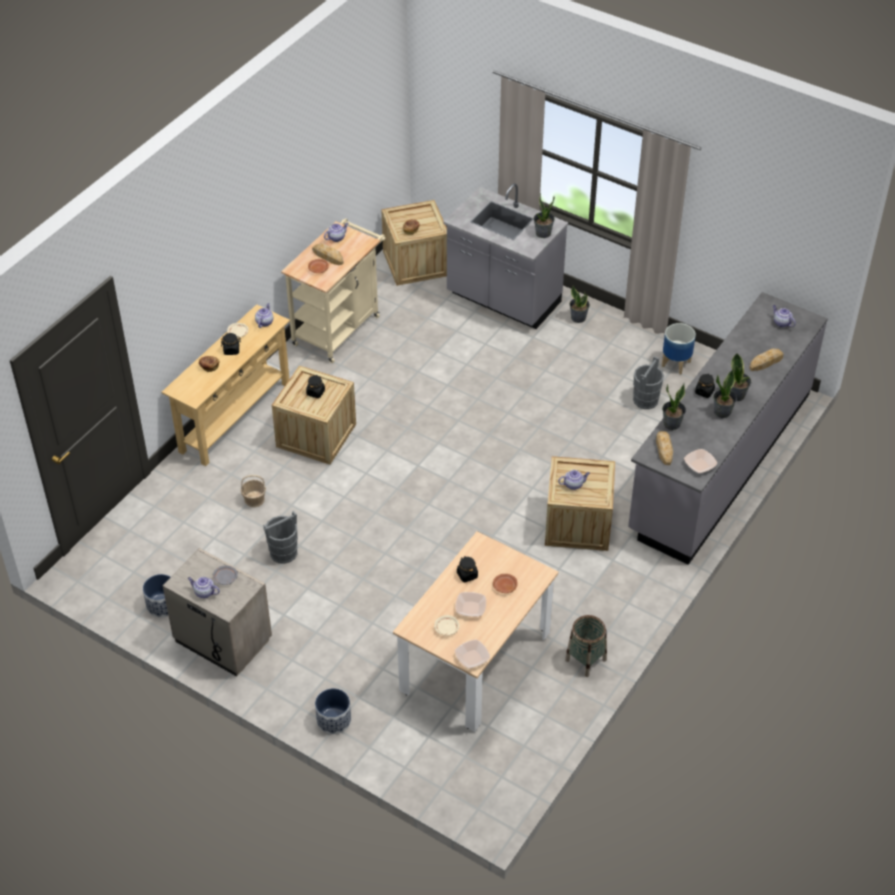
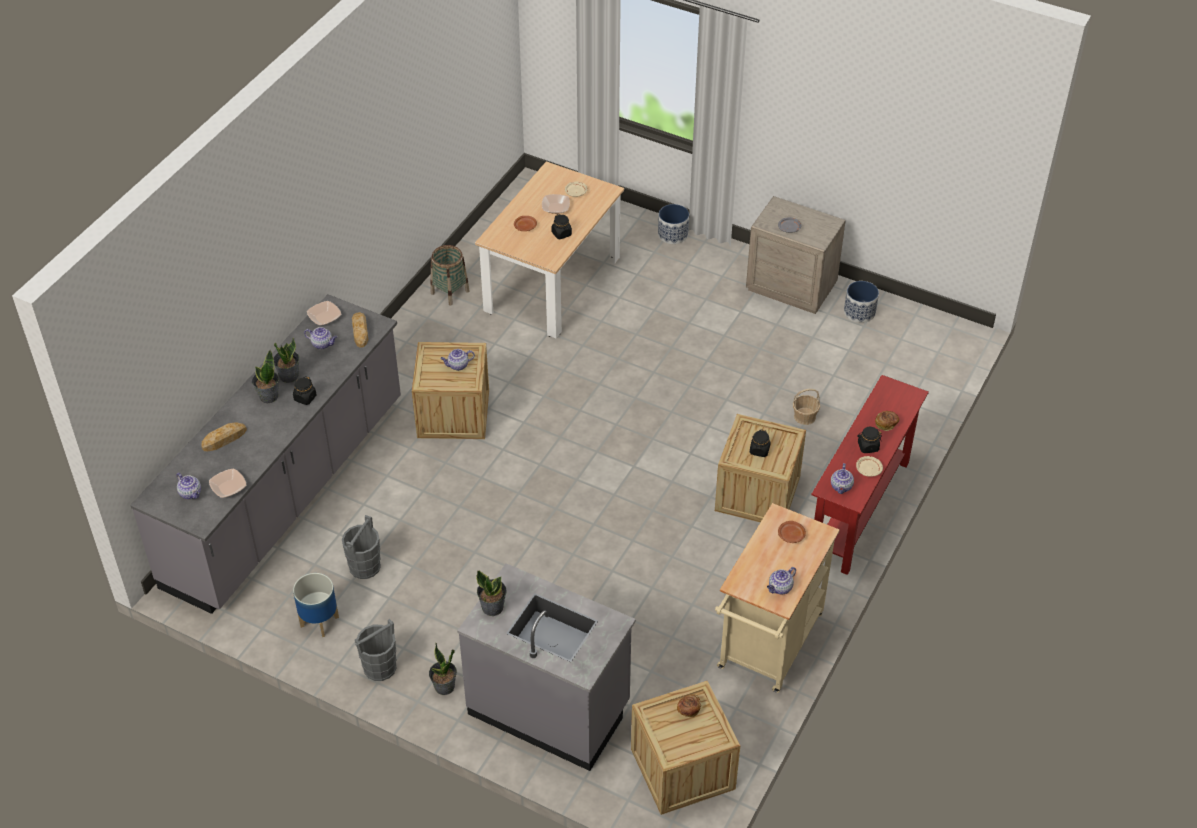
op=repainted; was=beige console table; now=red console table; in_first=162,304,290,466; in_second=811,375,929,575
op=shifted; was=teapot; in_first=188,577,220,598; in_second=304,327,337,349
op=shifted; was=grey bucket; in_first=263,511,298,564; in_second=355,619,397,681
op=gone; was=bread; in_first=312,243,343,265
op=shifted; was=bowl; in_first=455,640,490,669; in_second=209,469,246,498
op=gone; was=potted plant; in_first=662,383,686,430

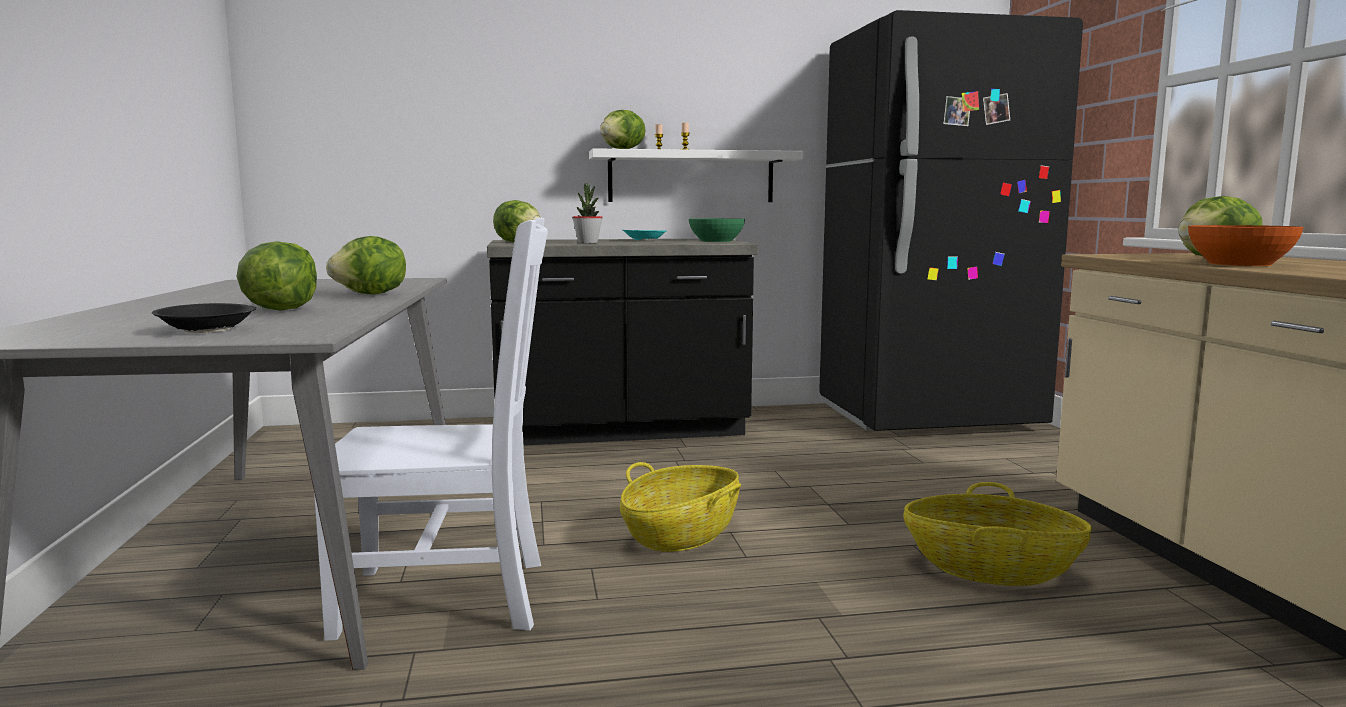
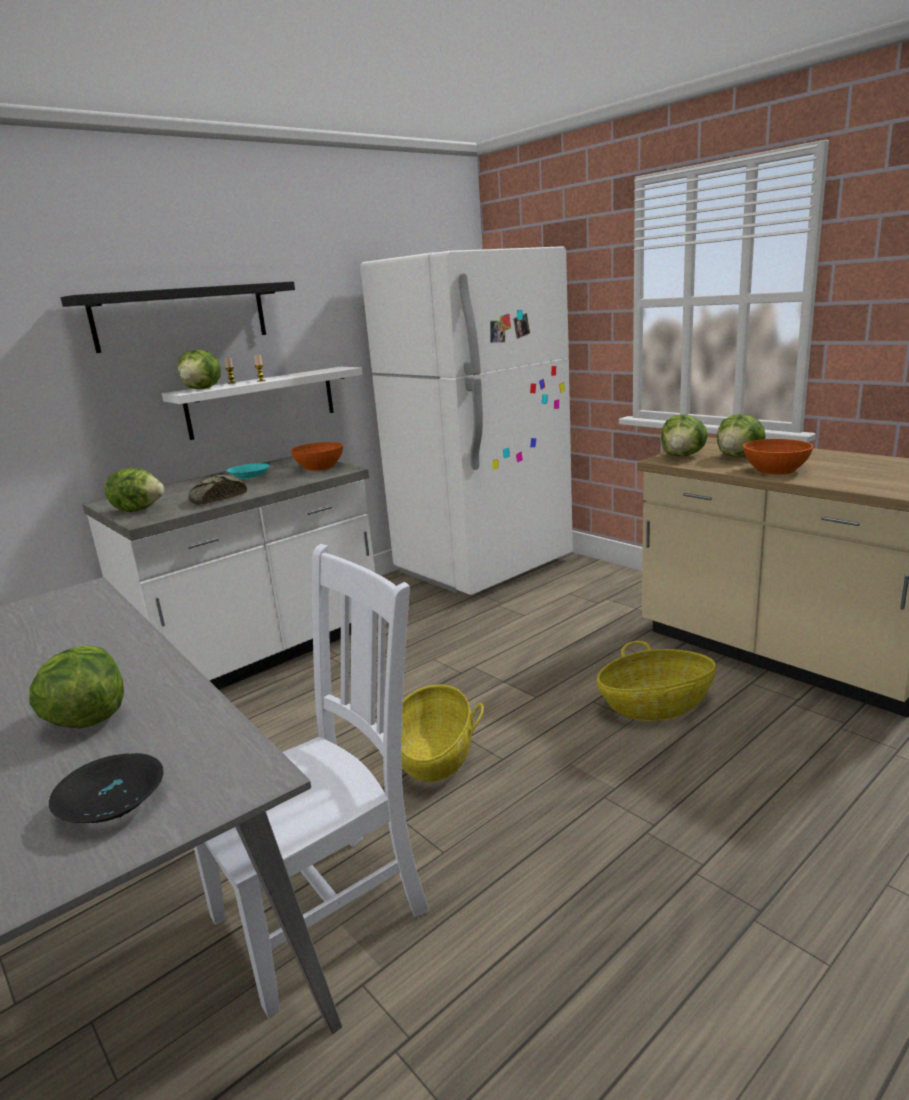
op=shifted; was=lettuce; in_first=326,236,406,295; in_second=661,415,708,457
op=repainted; was=black counter; now=white counter; in_first=487,239,758,446; in_second=82,456,375,690
op=swapped; was=potted plant; now=bread; in_first=572,183,603,244; in_second=188,475,247,505
op=repainted; was=green bowl; now=orange bowl; in_first=689,218,745,242; in_second=291,442,343,471
op=repainted; was=black fridge; now=white fridge; in_first=819,10,1083,431; in_second=360,246,573,595
op=new; now=black shelf; in_second=61,281,295,353

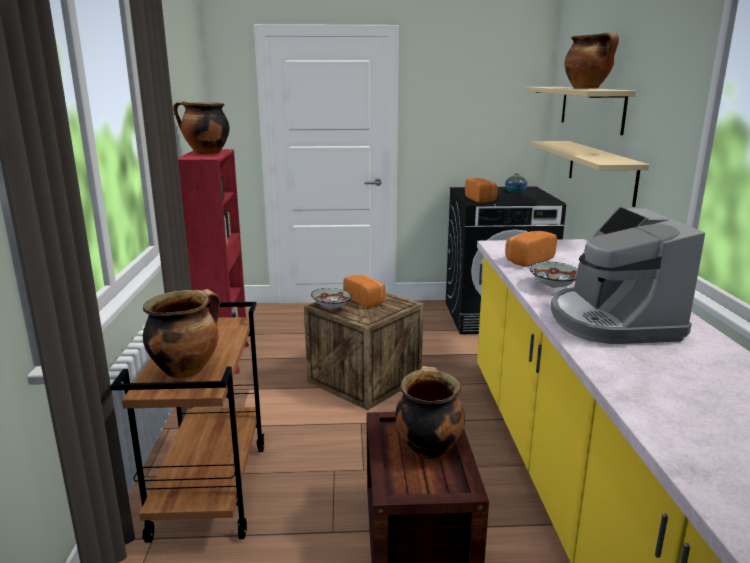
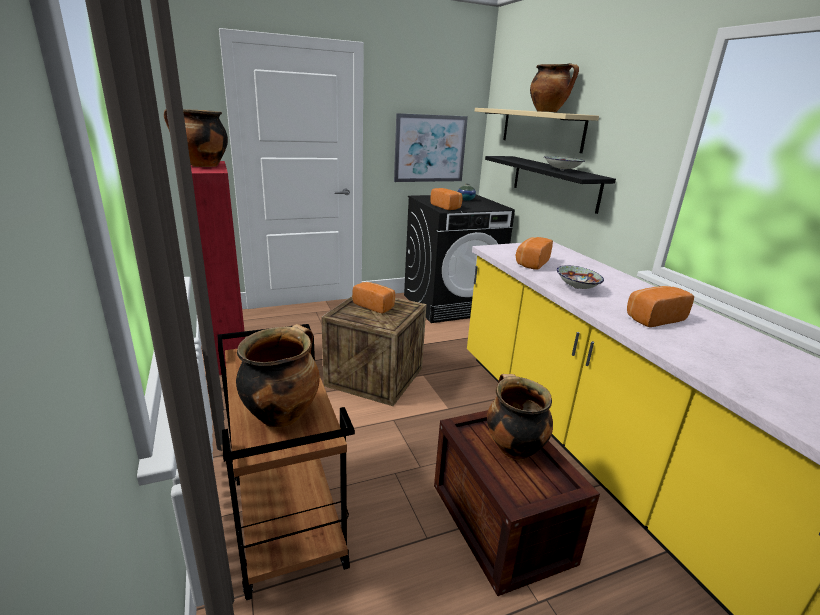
op=shifted; was=bowl; in_first=311,288,352,308; in_second=544,156,585,171
op=repainted; was=beige shelf; now=black shelf; in_first=531,141,649,207; in_second=485,156,616,214
op=swapped; was=coffee machine; now=bread; in_first=551,207,705,344; in_second=627,286,694,327
op=new; now=picture; in_second=394,113,468,182

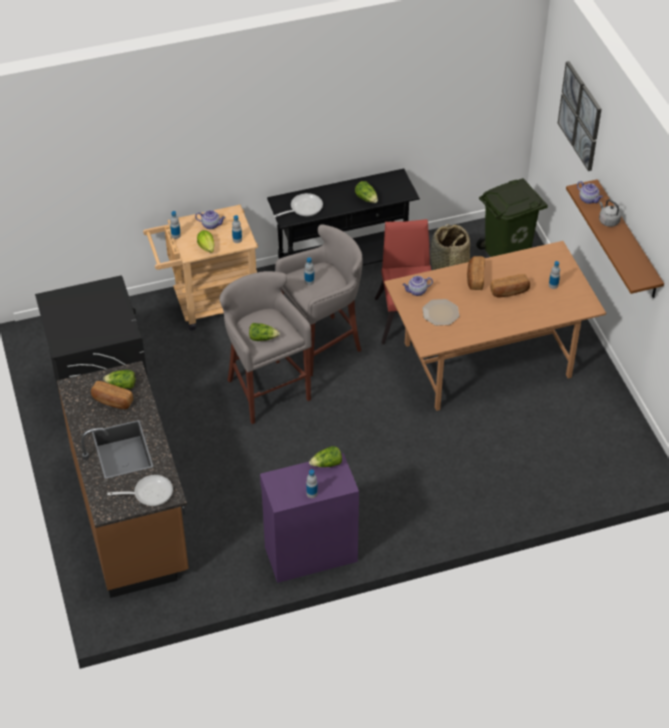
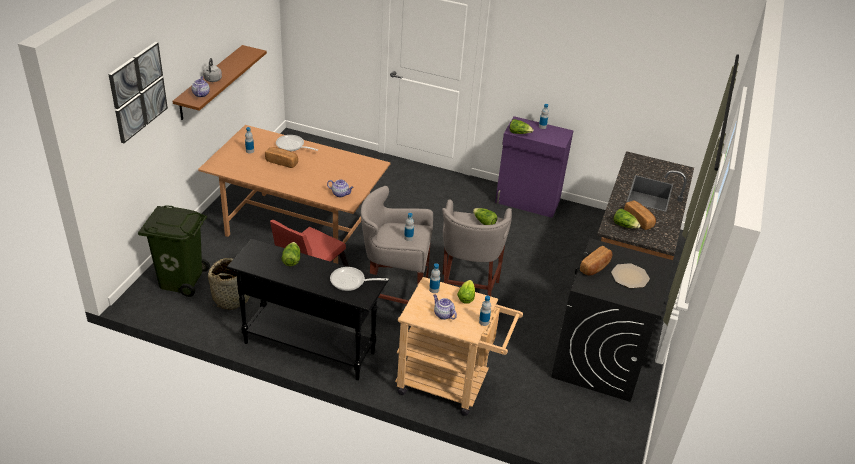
op=shifted; was=frying pan; in_first=107,475,173,506; in_second=276,135,318,151
op=shifted; was=plate; in_first=422,299,459,326; in_second=611,263,650,288
op=shifted; was=bread; in_first=467,256,485,290; in_second=580,246,612,276

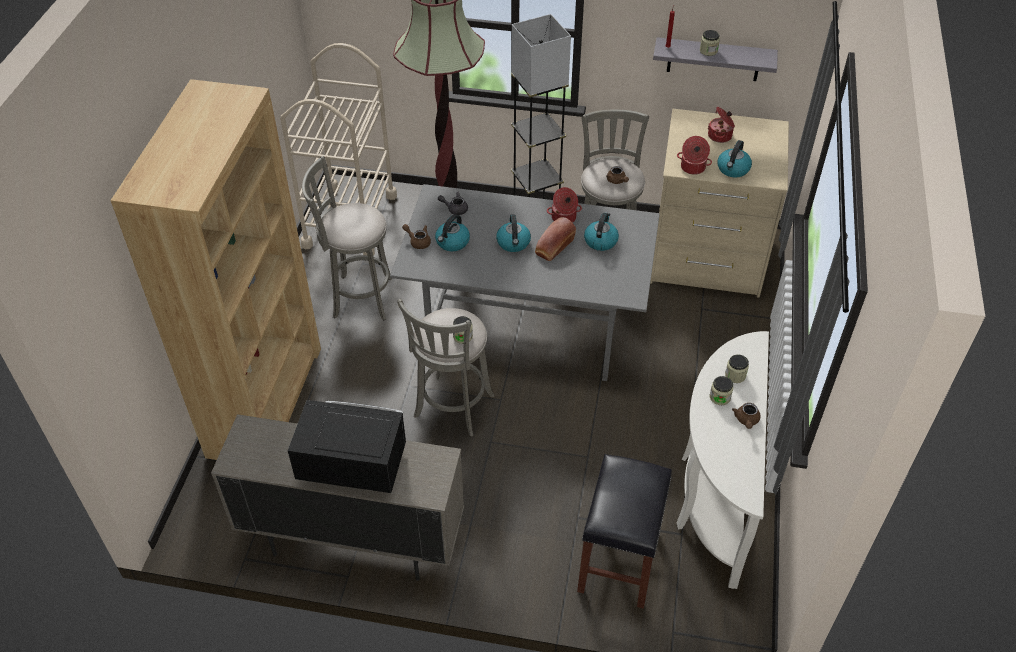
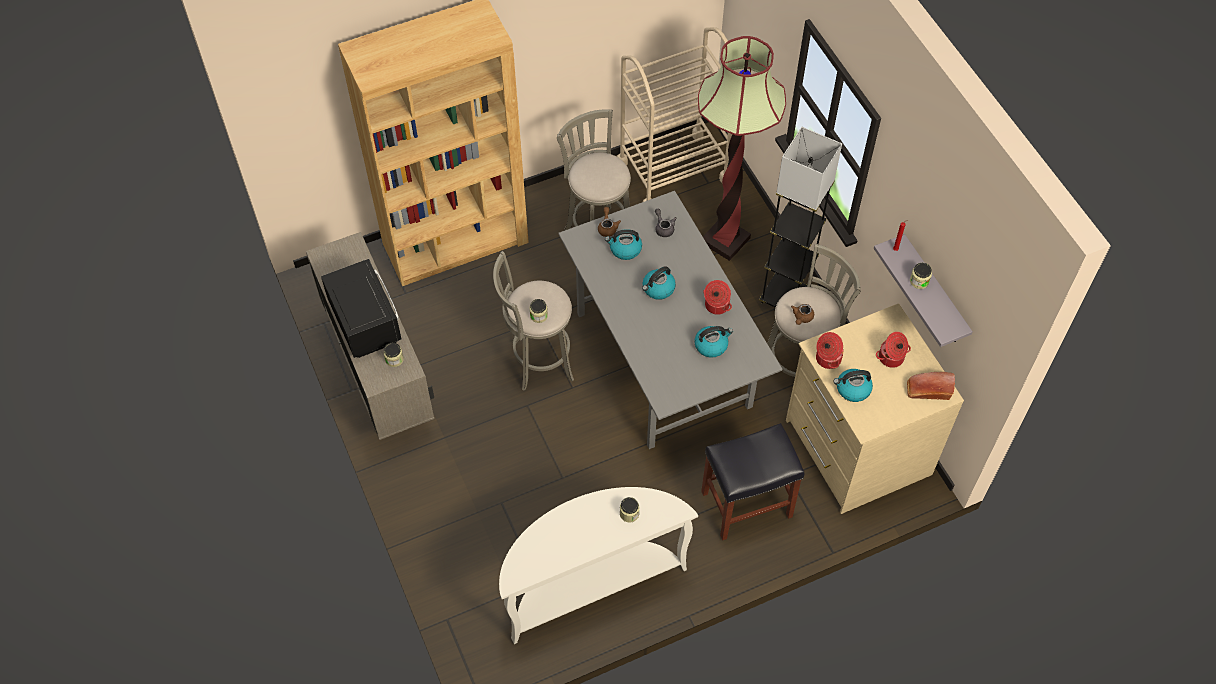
op=shifted; was=bread; in_first=535,217,576,261; in_second=907,372,955,400
op=shifted; was=black stool; in_first=577,454,672,609; in_second=701,423,805,540
op=shifted; was=jar; in_first=710,376,733,405; in_second=384,343,404,367
op=gone; was=brown teapot; in_first=732,403,761,429

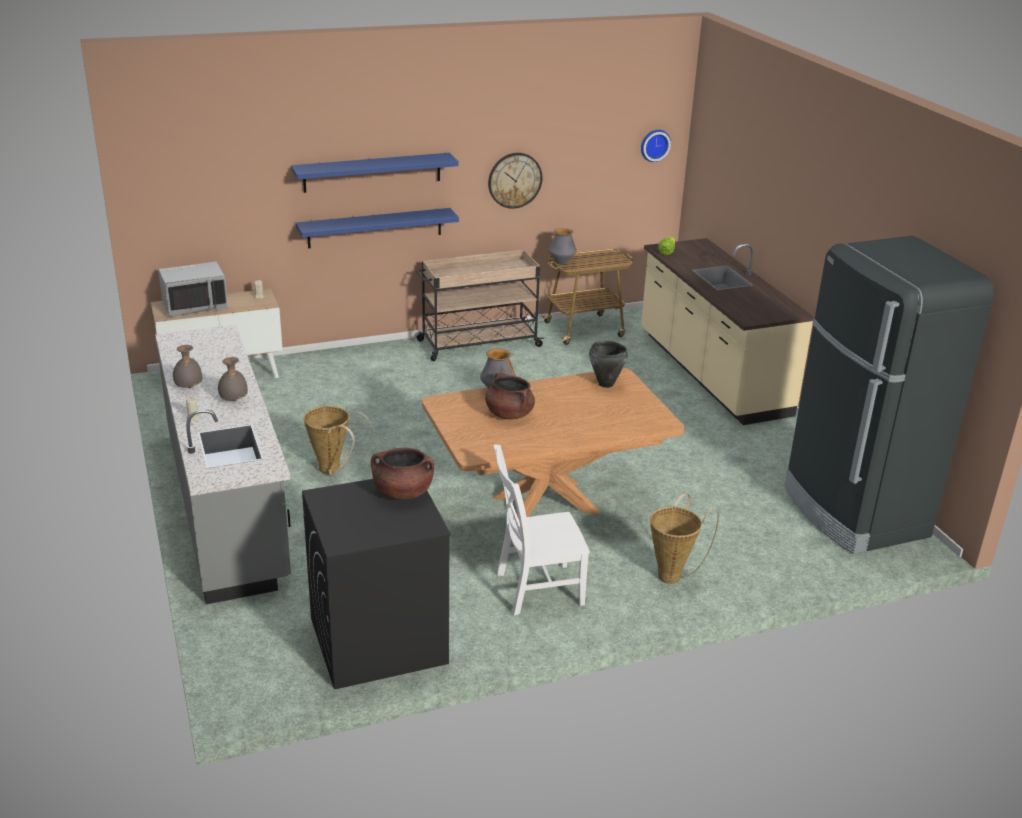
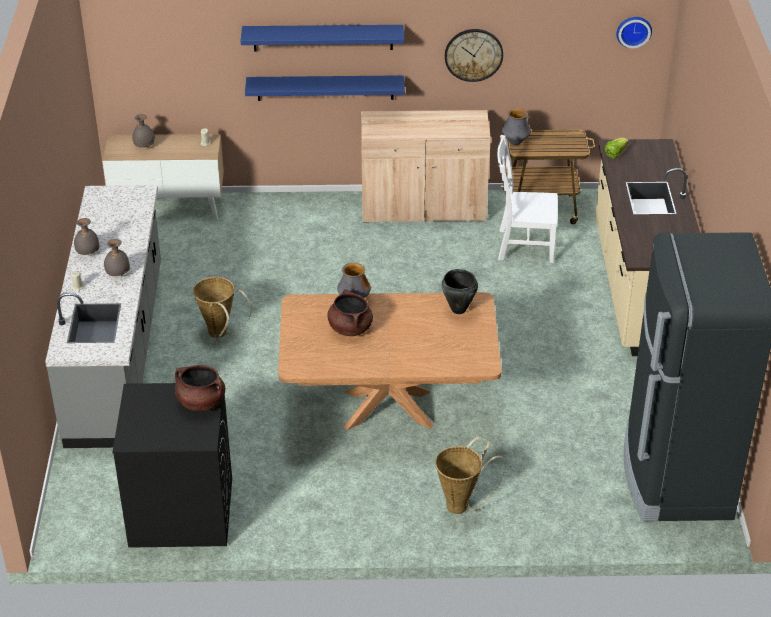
op=swapped; was=grey microwave; now=grey vase; in_first=158,262,228,317; in_second=132,114,155,148
op=swapped; was=beige cart; now=beige cabinet; in_first=416,250,544,361; in_second=361,110,491,223
op=shifted; was=white chair; in_first=494,445,590,616; in_second=497,135,558,263

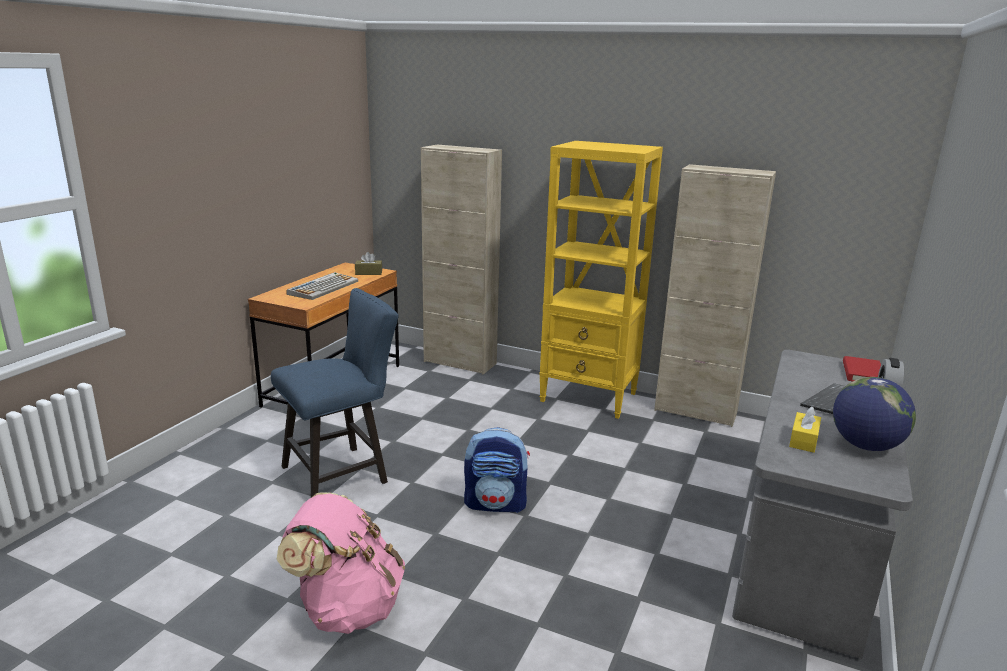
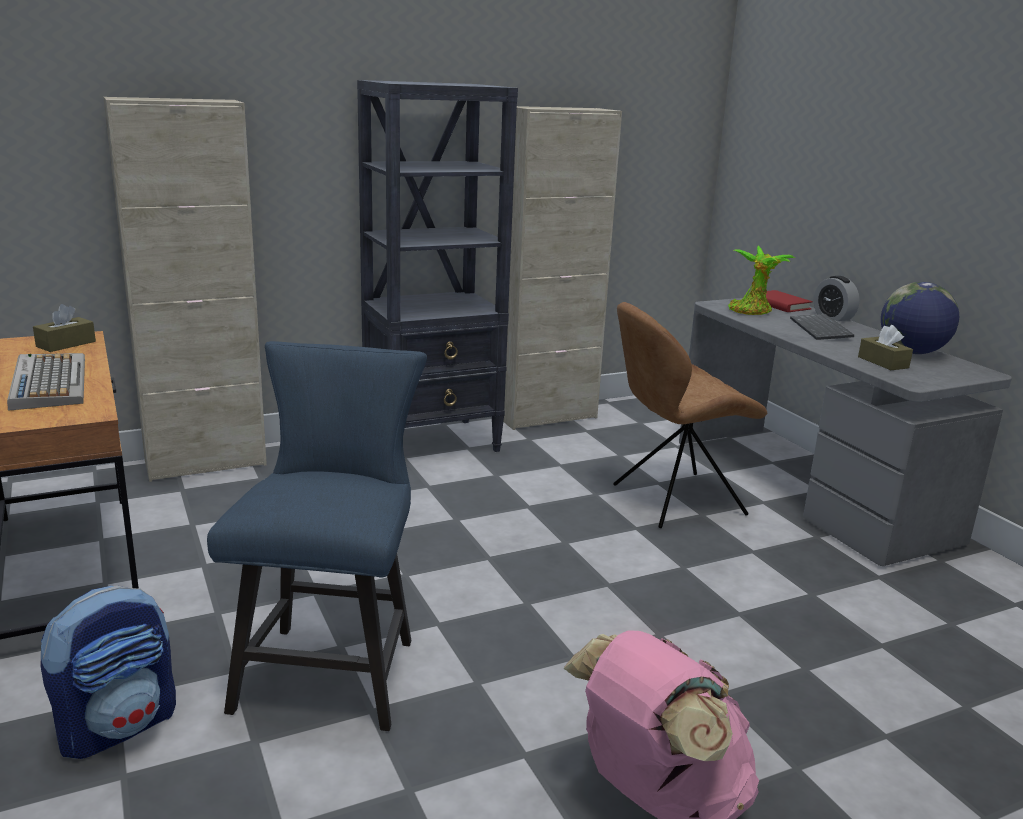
op=shifted; was=backpack; in_first=464,427,530,513; in_second=41,586,176,759
op=repainted; was=yellow bookcase; now=black bookcase; in_first=539,141,663,419; in_second=357,80,518,452
op=repainted; was=yellow tissue box; now=brown tissue box; in_first=789,406,821,453; in_second=858,325,913,370
op=new; now=brown chair; in_second=613,302,767,528
op=new; now=potted plant; in_second=728,245,795,315

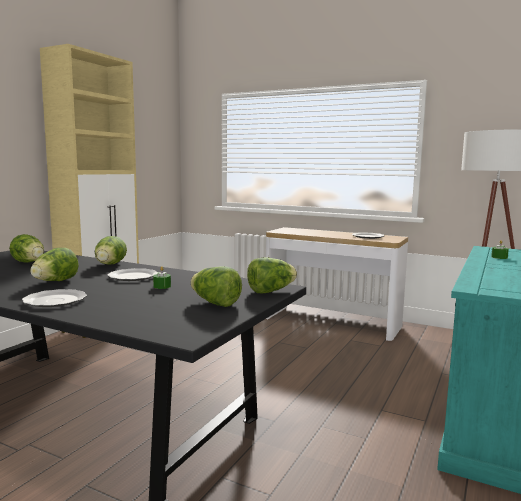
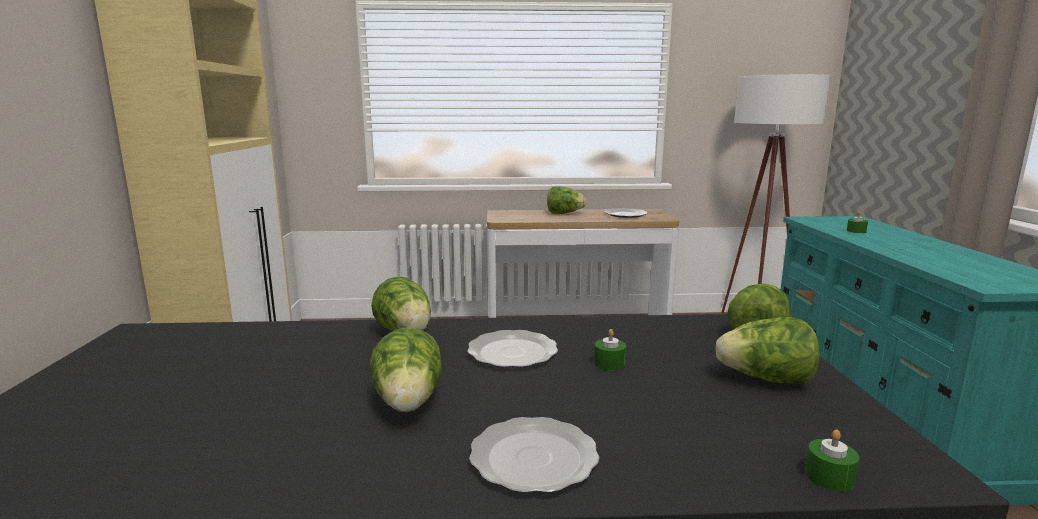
op=shifted; was=lettuce; in_first=9,234,44,263; in_second=547,186,586,214
op=new; now=green candle; in_second=805,429,859,492

